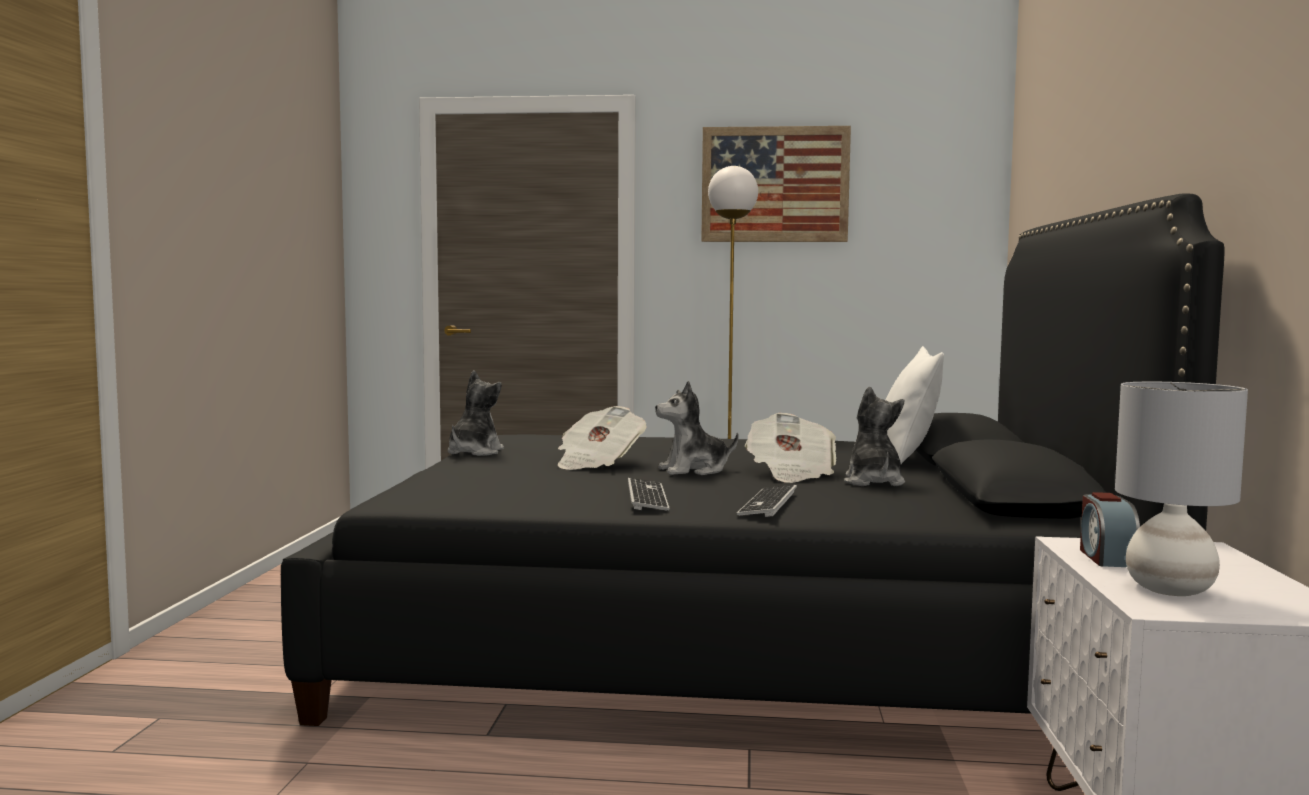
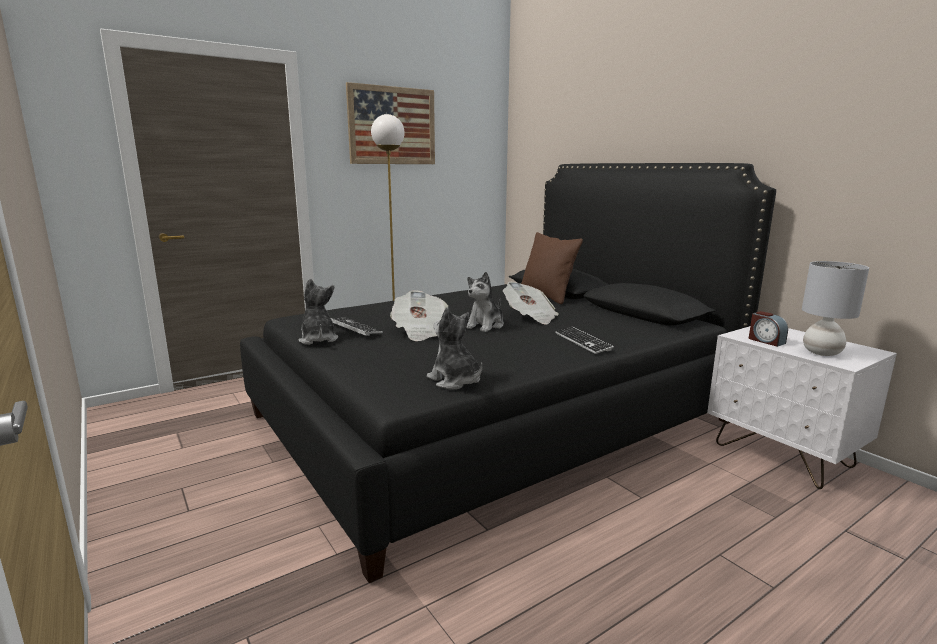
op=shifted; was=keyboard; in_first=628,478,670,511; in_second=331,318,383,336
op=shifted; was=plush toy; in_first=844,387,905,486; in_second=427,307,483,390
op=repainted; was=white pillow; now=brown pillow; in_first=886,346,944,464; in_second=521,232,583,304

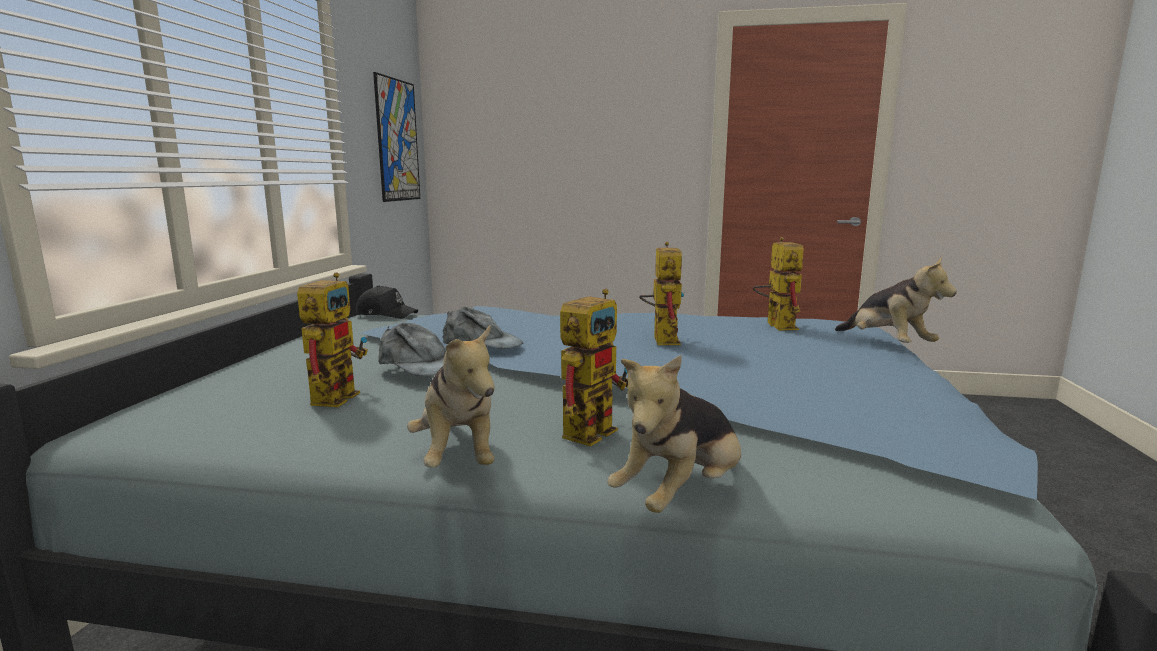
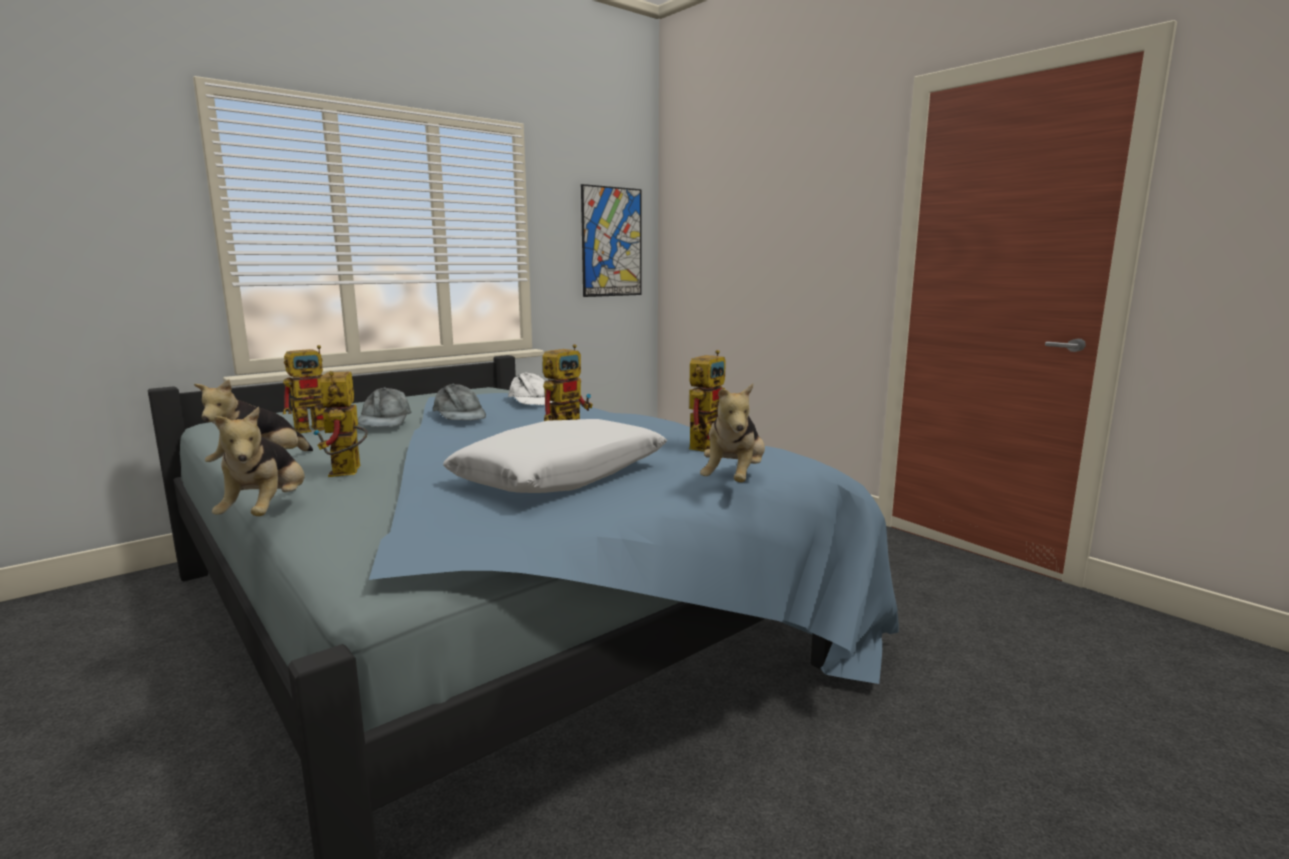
op=gone; was=black cap; in_first=356,285,418,319
op=rotated; was=toy robot; in_first=560,289,628,447; in_second=313,371,368,477; clockwise=90
op=rotated; was=plush toy; in_first=607,355,741,513; in_second=212,407,304,516; clockwise=-90
op=new; now=white pillow; in_second=443,419,667,493
op=new; now=white cap; in_second=508,372,554,405

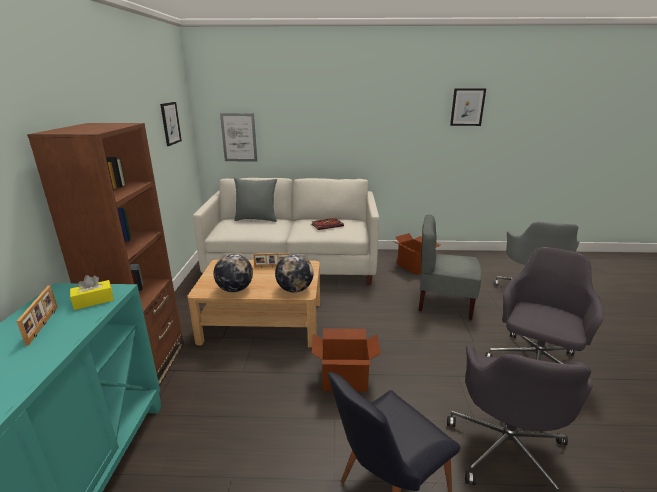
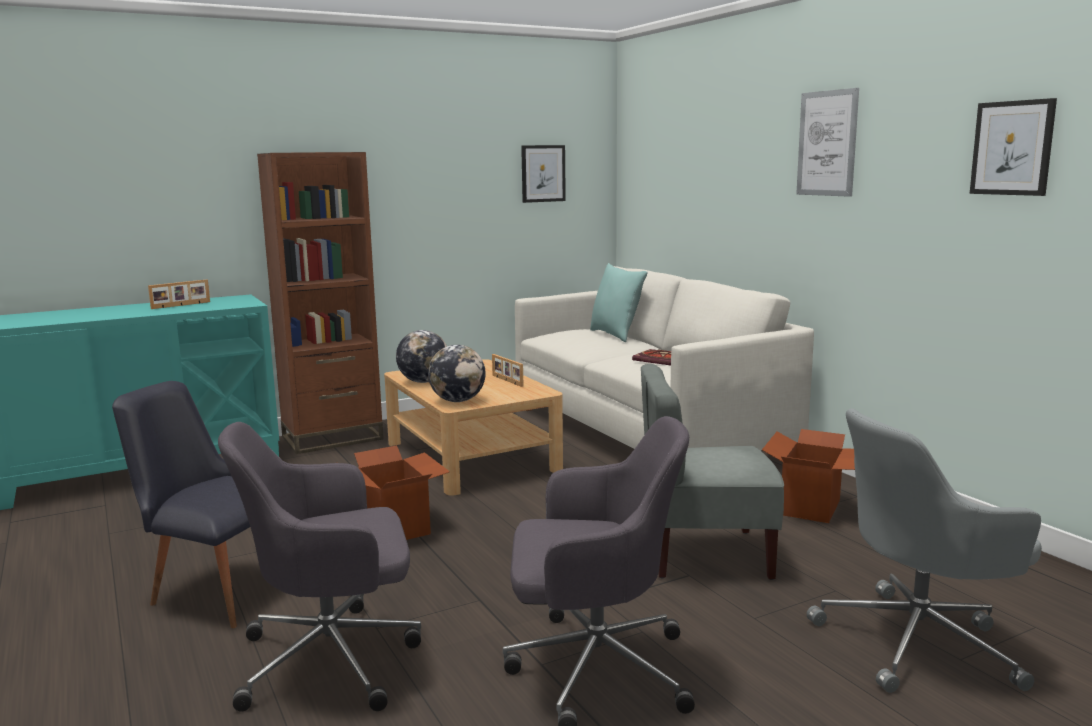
op=gone; was=yellow tissue box; in_first=70,275,114,310
op=shifted; was=picture; in_first=220,113,257,161; in_second=796,88,859,197
op=repainted; was=grey pillow; now=turquoise pillow; in_first=234,178,277,222; in_second=590,263,647,342
op=rotated; was=grey chair; in_first=419,215,482,320; in_second=641,364,784,580; clockwise=-75

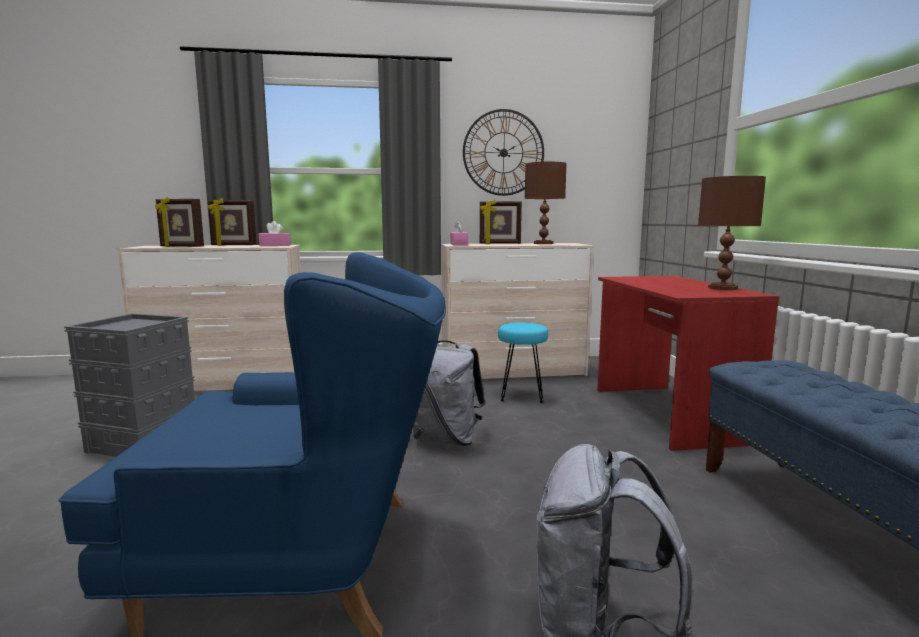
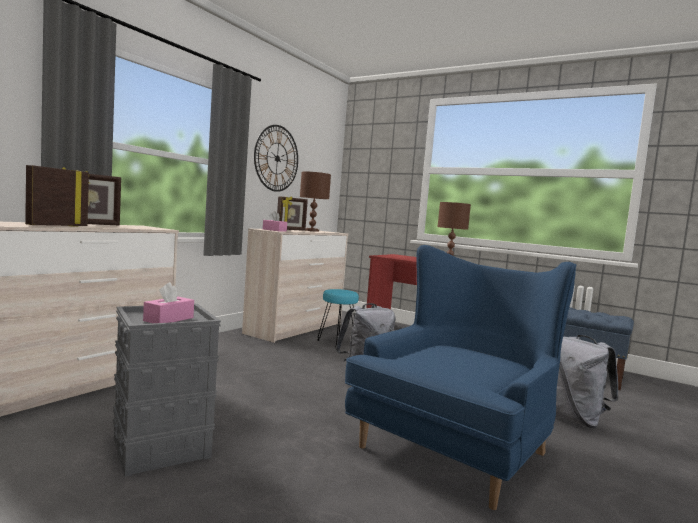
op=rotated; was=picture frame; in_first=155,197,204,247; in_second=25,165,89,226; clockwise=150
op=shifted; was=pink tissue box; in_first=259,221,291,246; in_second=143,282,194,323

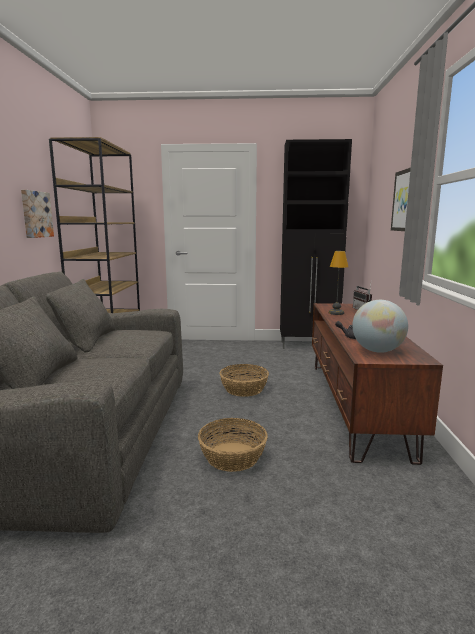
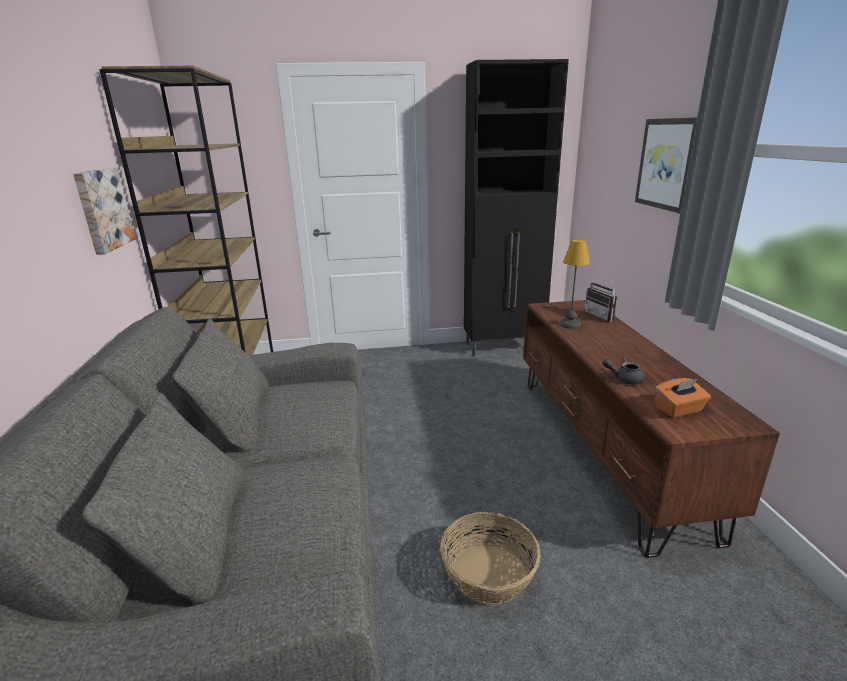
op=gone; was=basket; in_first=219,364,269,397
op=swapped; was=globe; now=orange tissue box; in_first=352,300,408,353; in_second=654,378,711,418

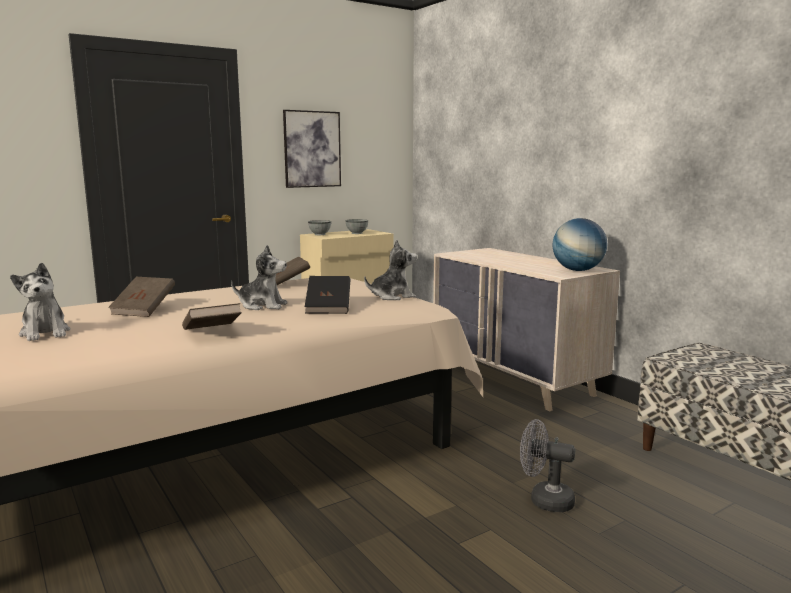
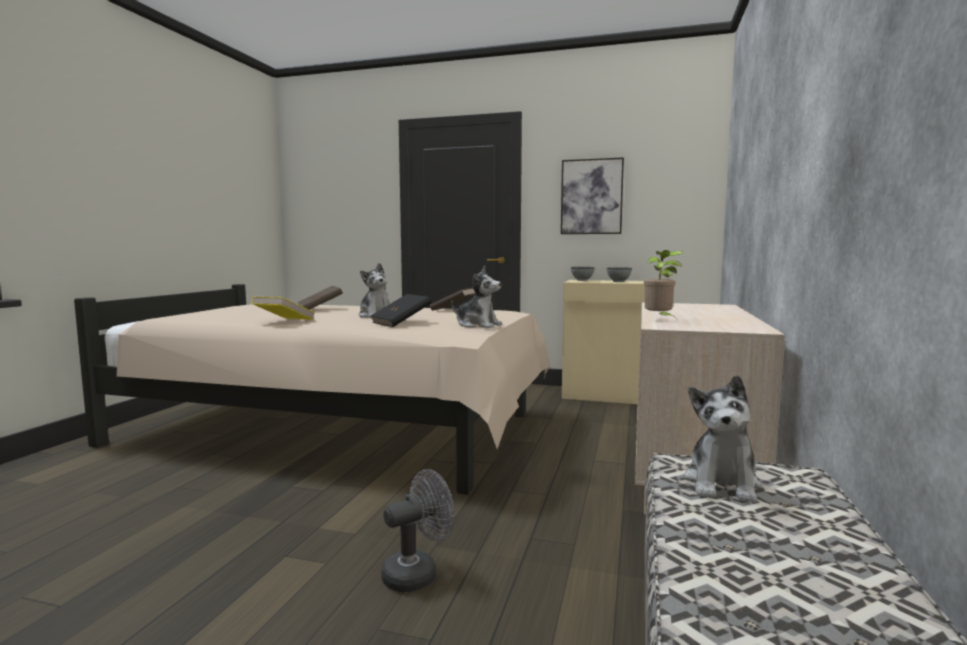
op=shifted; was=plush toy; in_first=10,263,70,341; in_second=684,375,762,503
op=repainted; was=brown book; now=yellow book; in_first=182,303,242,330; in_second=251,297,315,320
op=rotated; was=grey fan; in_first=520,419,575,512; in_second=381,469,454,592; clockwise=75
op=gone; was=globe; in_first=553,218,607,271
op=new; now=potted plant; in_second=644,250,683,318

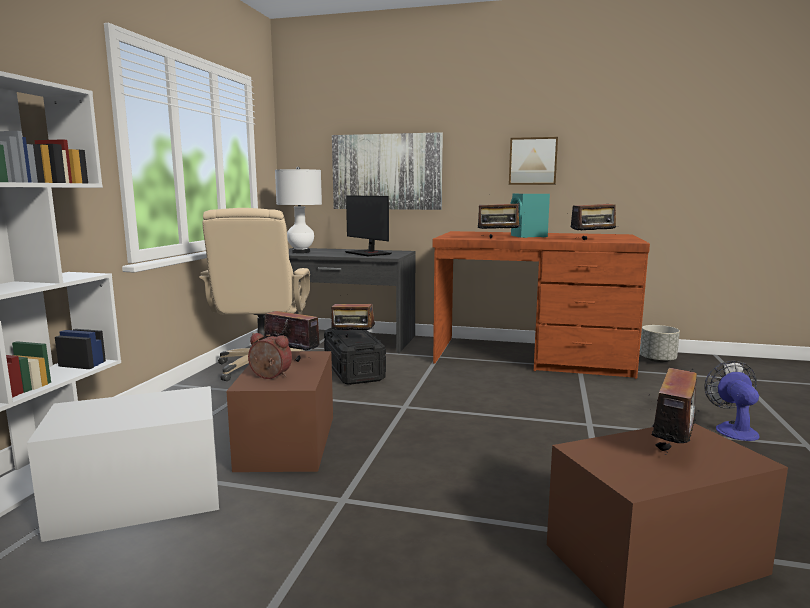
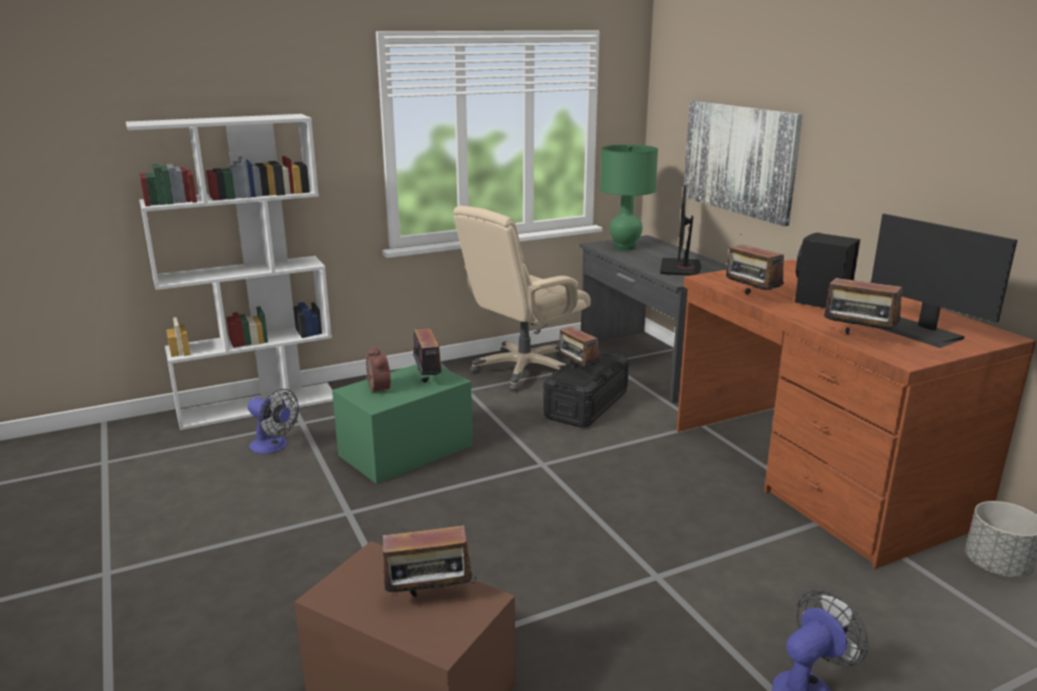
op=swapped; was=white storage box; now=fan; in_first=27,386,219,542; in_second=248,389,299,454
op=repainted; was=brown storage box; now=green storage box; in_first=226,351,333,472; in_second=332,364,473,484
op=repainted; was=white table lamp; now=green table lamp; in_first=275,167,322,253; in_second=600,144,658,250
op=gone; was=picture; in_first=509,137,558,185
op=repainted; was=turquoise speaker; now=black speaker; in_first=510,194,550,238; in_second=795,233,860,308
op=new; now=monitor; in_second=871,214,1017,348

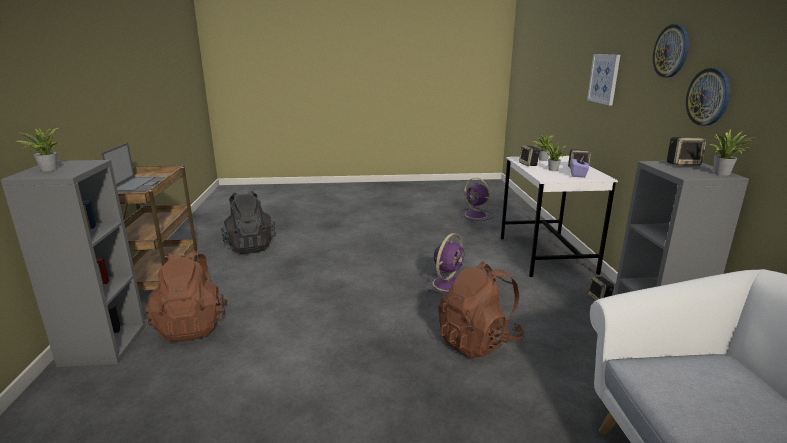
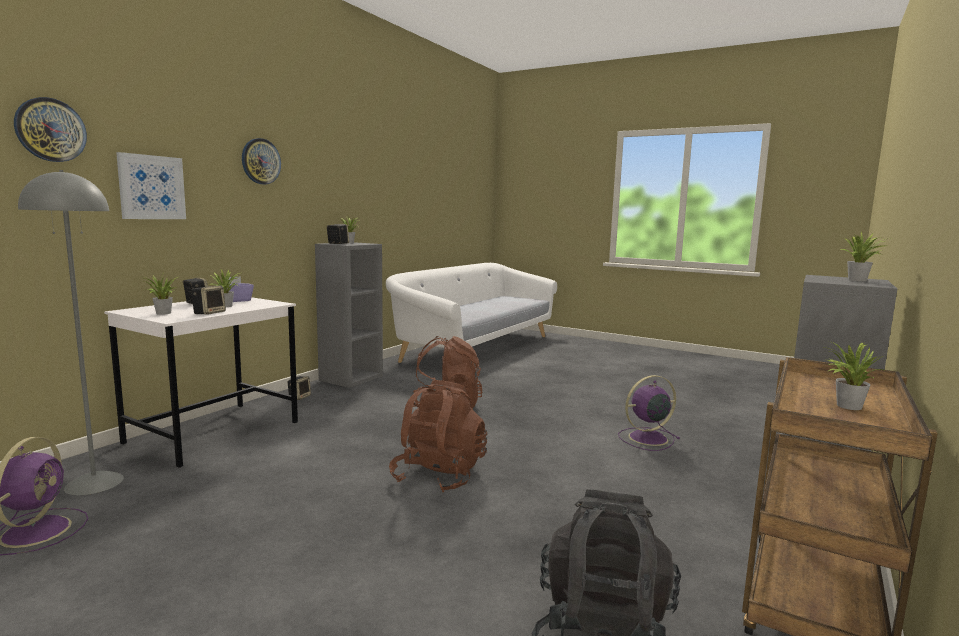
op=swapped; was=laptop; now=potted plant; in_first=100,143,166,192; in_second=824,341,884,410
op=shifted; was=brown backpack; in_first=145,250,228,342; in_second=389,380,487,492
op=shifted; was=purple fan; in_first=427,233,465,294; in_second=618,375,680,451
op=shifted; was=wall clock; in_first=686,68,730,126; in_second=14,97,87,162
op=new; now=grey floor lamp; in_second=18,170,124,495

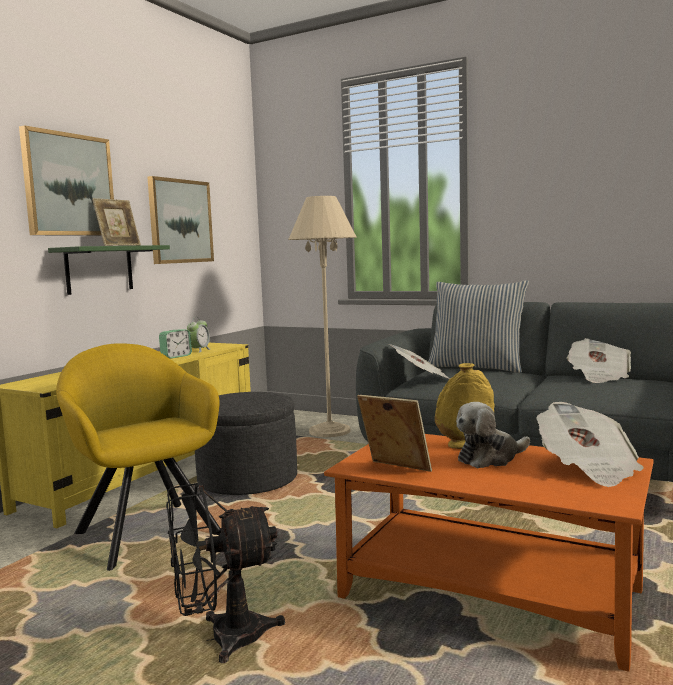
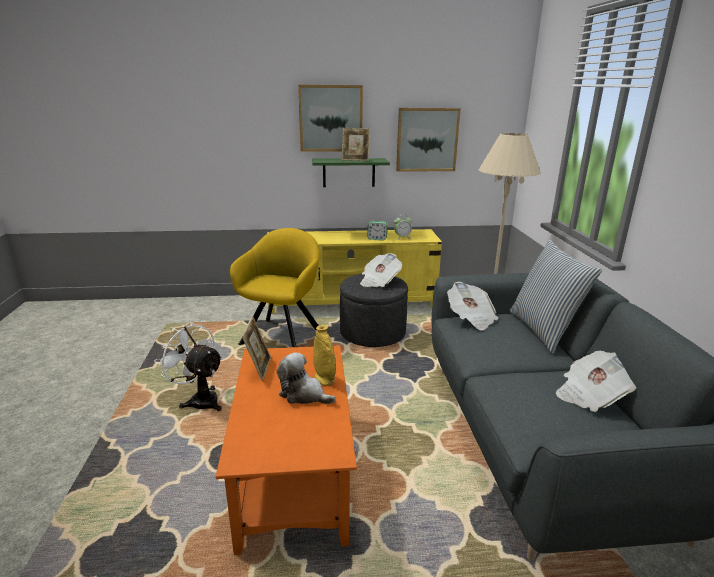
op=repainted; was=black fan; now=white fan; in_first=166,482,285,663; in_second=154,321,223,411
op=shifted; was=newspaper; in_first=536,402,644,487; in_second=360,253,402,287

